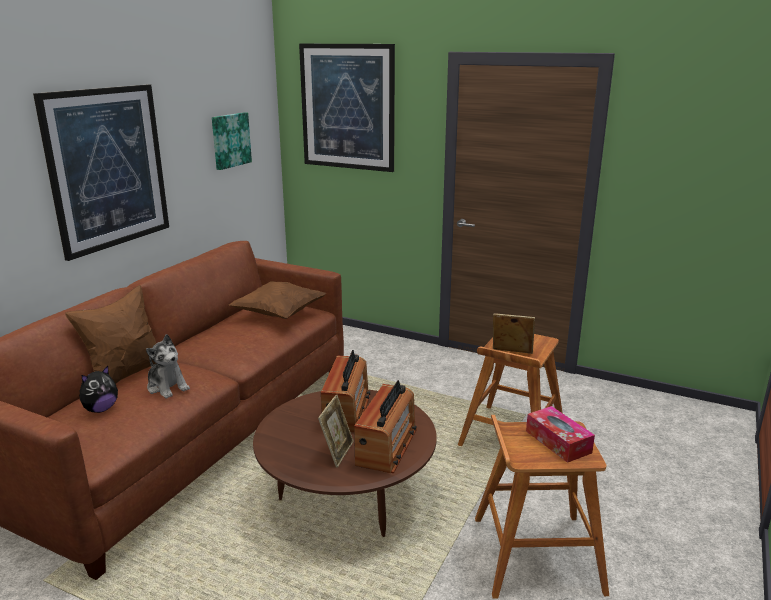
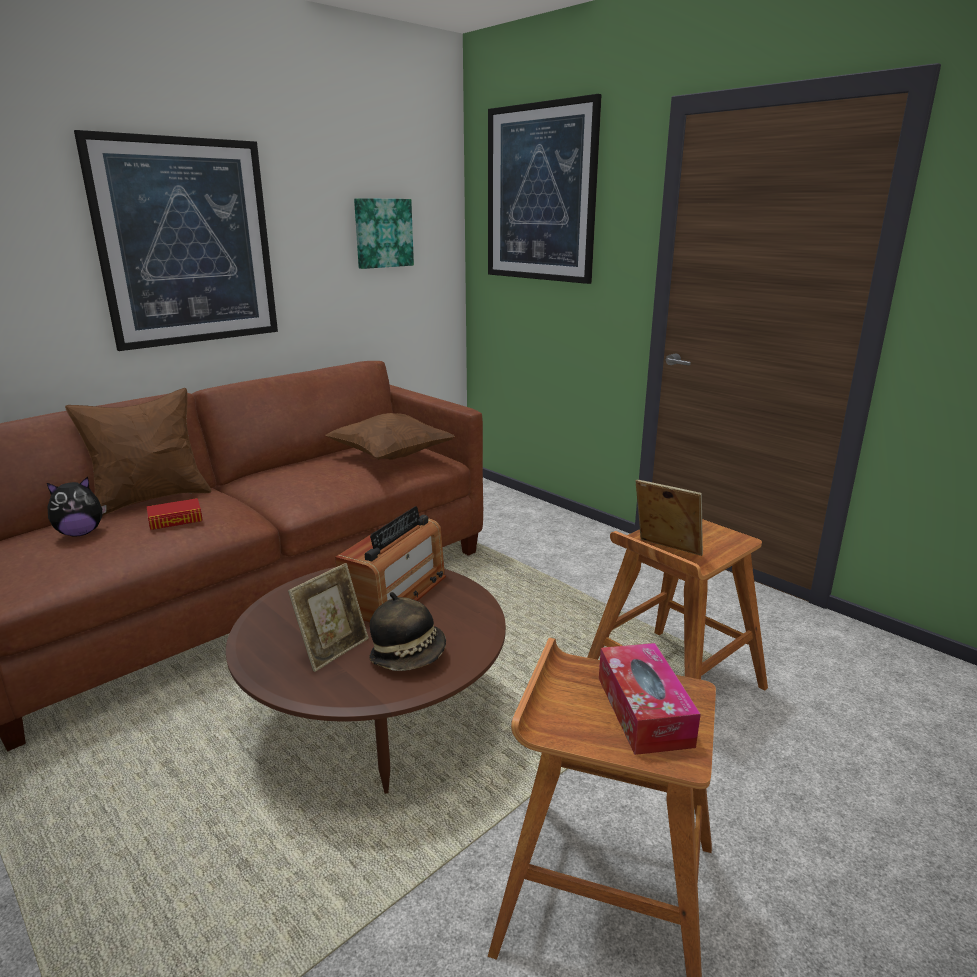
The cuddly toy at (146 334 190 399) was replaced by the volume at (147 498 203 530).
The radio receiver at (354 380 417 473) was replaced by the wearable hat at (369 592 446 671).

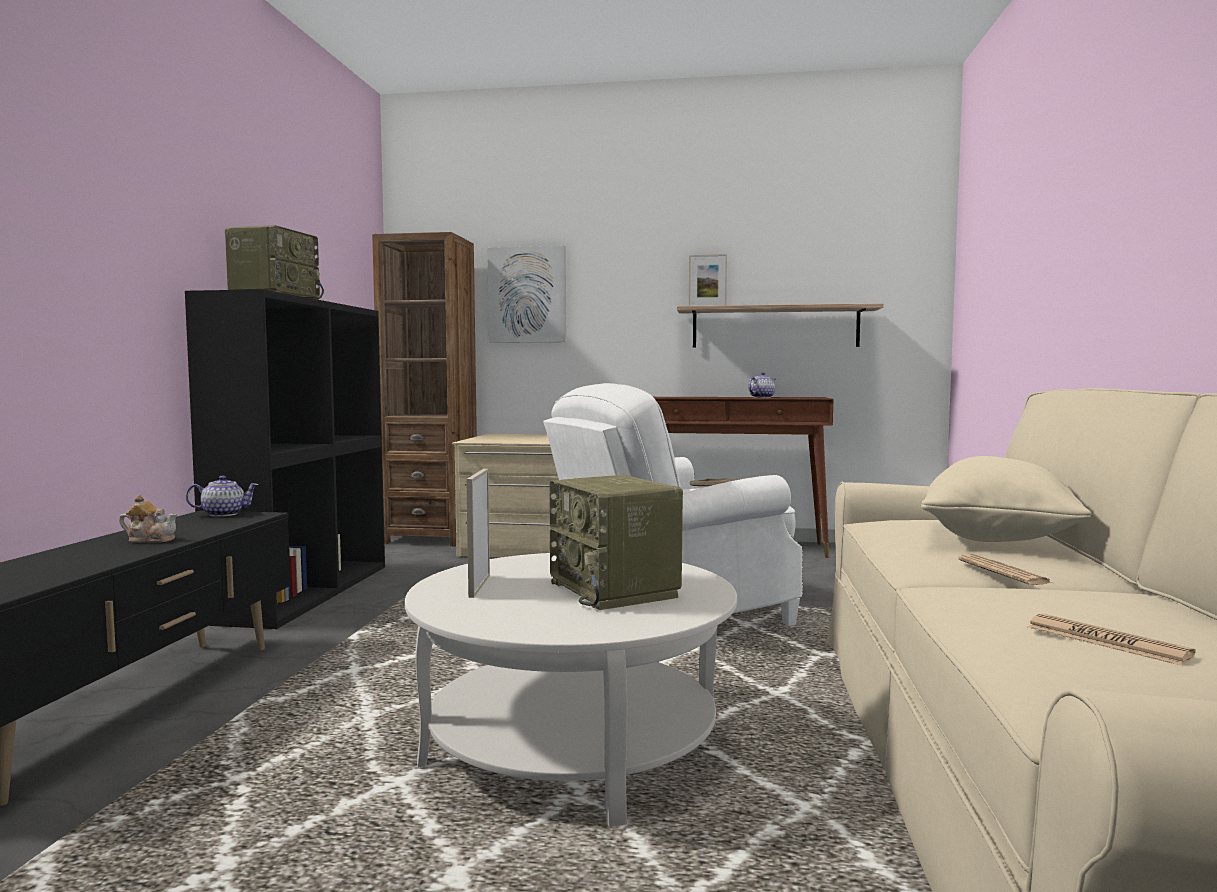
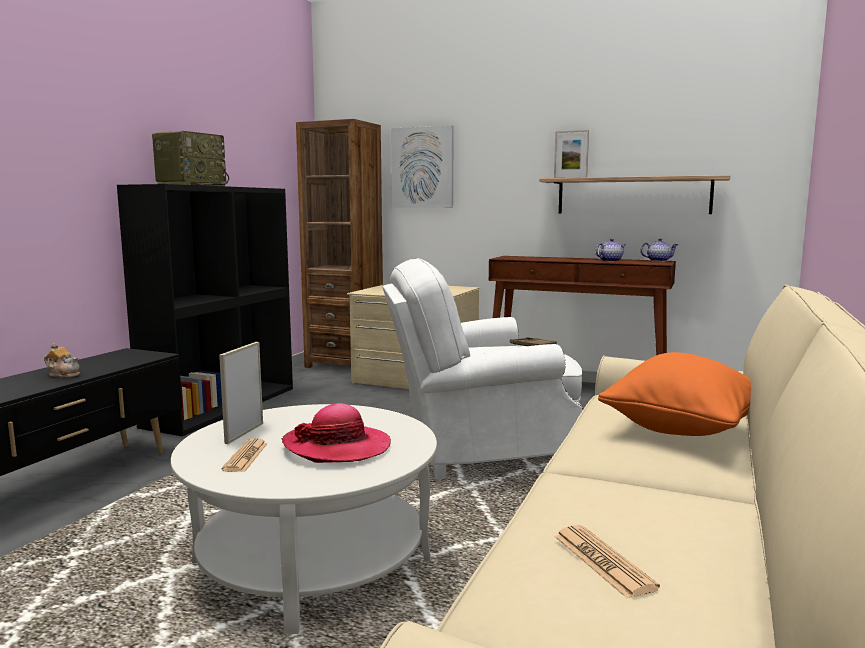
The beige-coloured pillow at (921 456 1091 542) became the orange pillow at (598 352 751 436).
The radio receiver at (549 475 683 610) was replaced by the wearable hat at (281 403 391 463).
The tea pot moved from (186 476 259 517) to (641 238 678 262).
The printed paper moved from (958 554 1052 585) to (222 438 268 472).

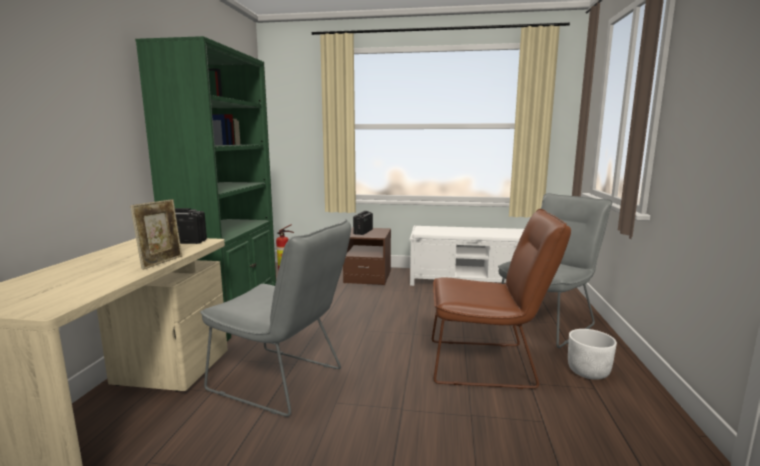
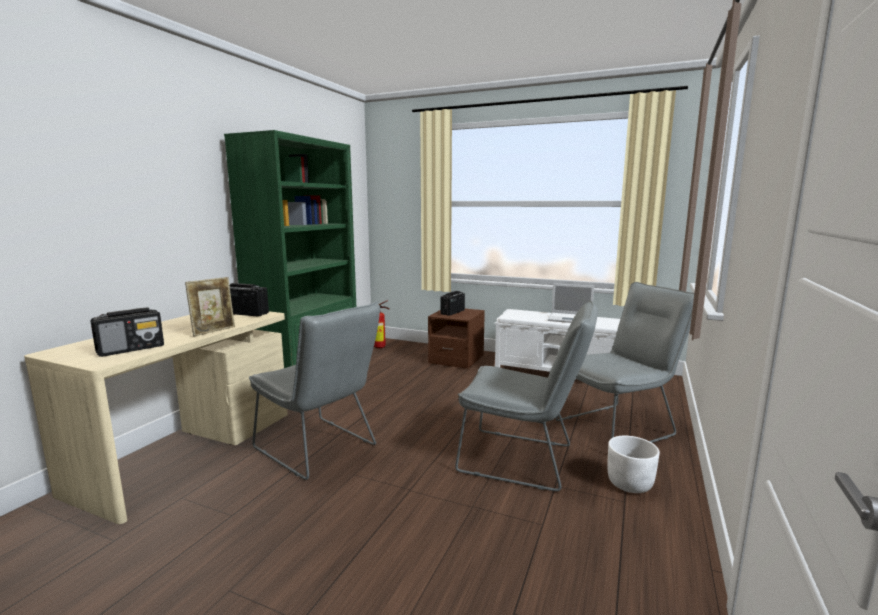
The brown-coloured upright chair at (432 209 571 389) became the greyish upright chair at (455 301 598 491).
The laptop at (548 283 594 323) appeared.
The radio receiver at (91 307 164 357) appeared.

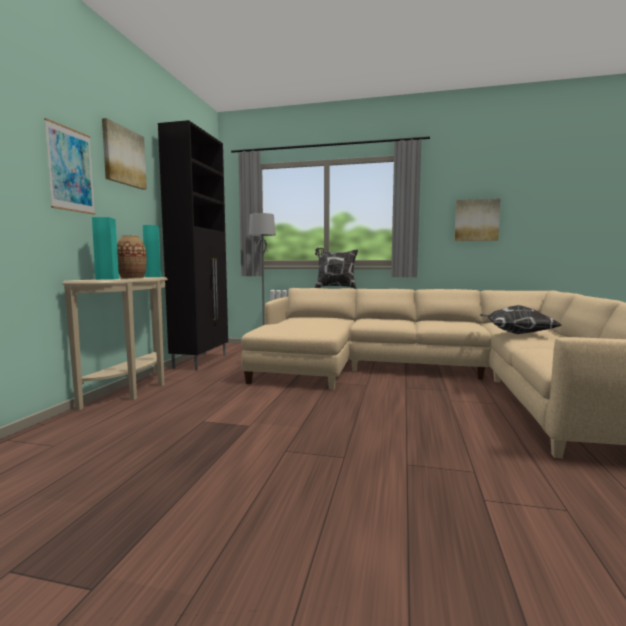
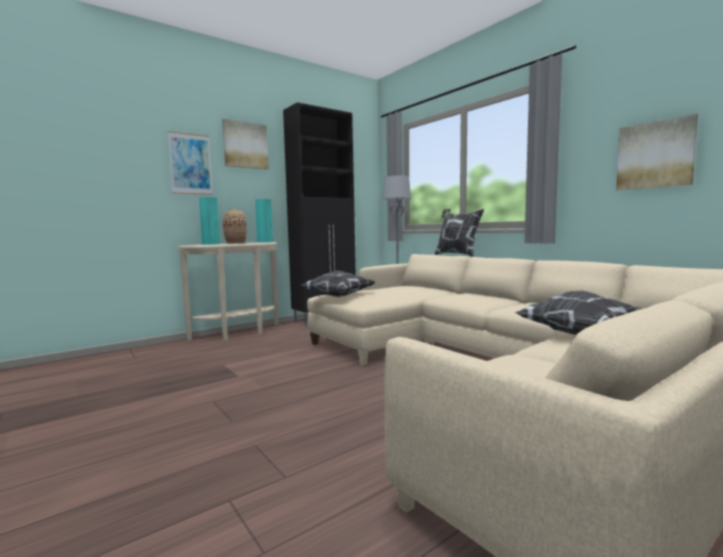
The pillow at (301 270 376 297) appeared.

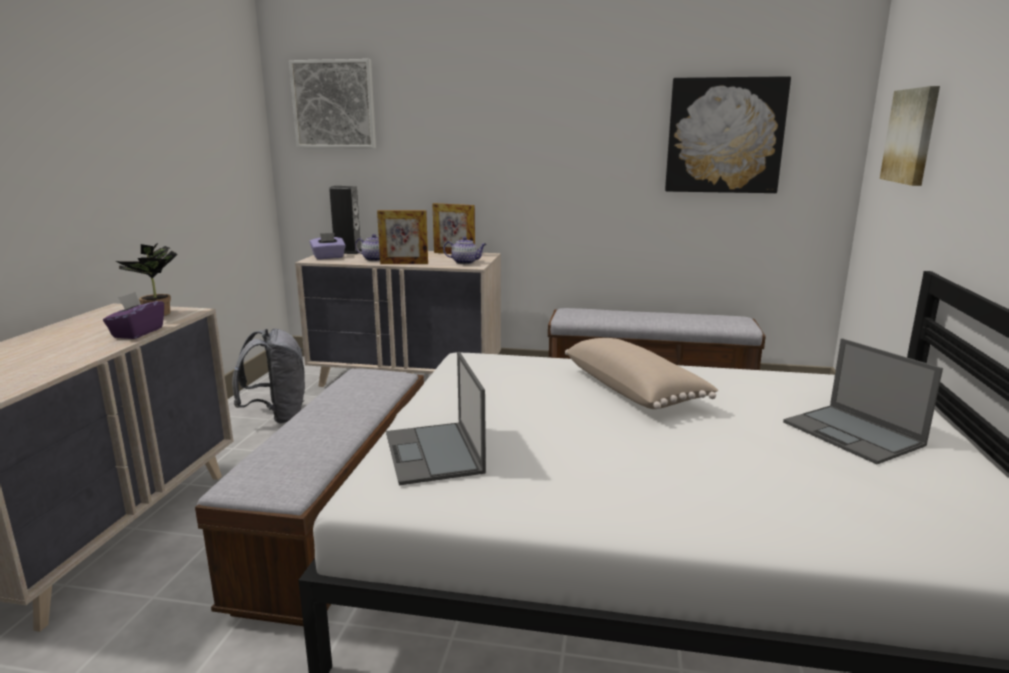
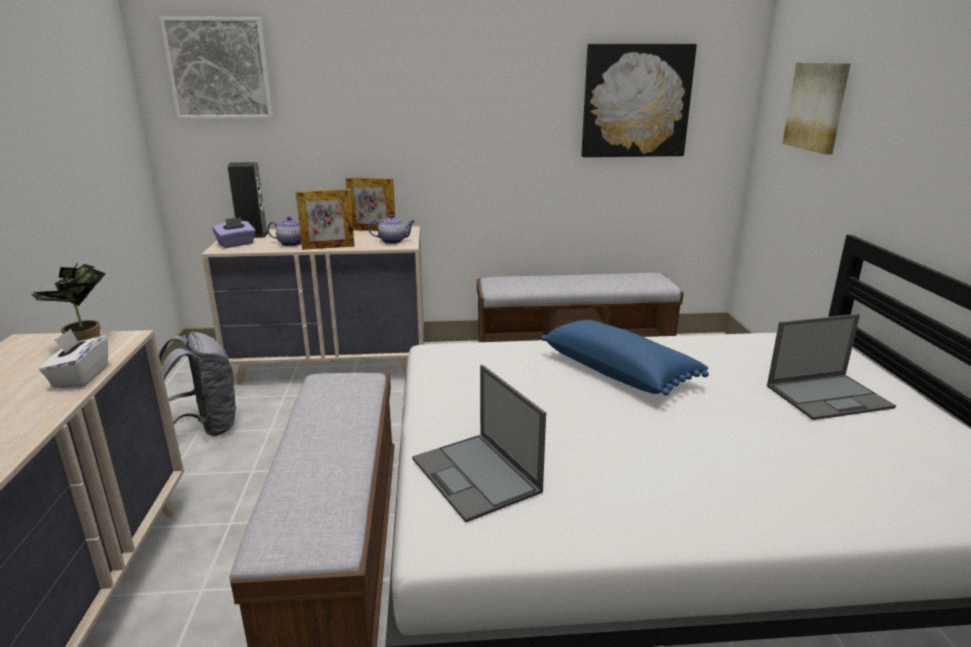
The purple-coloured tissue holder at (103 292 164 339) became the white tissue holder at (39 329 108 388).
The beige-coloured pillow at (565 338 718 409) became the blue-coloured pillow at (541 320 709 396).
The laptop at (783 338 943 464) turned 60 degrees counterclockwise.

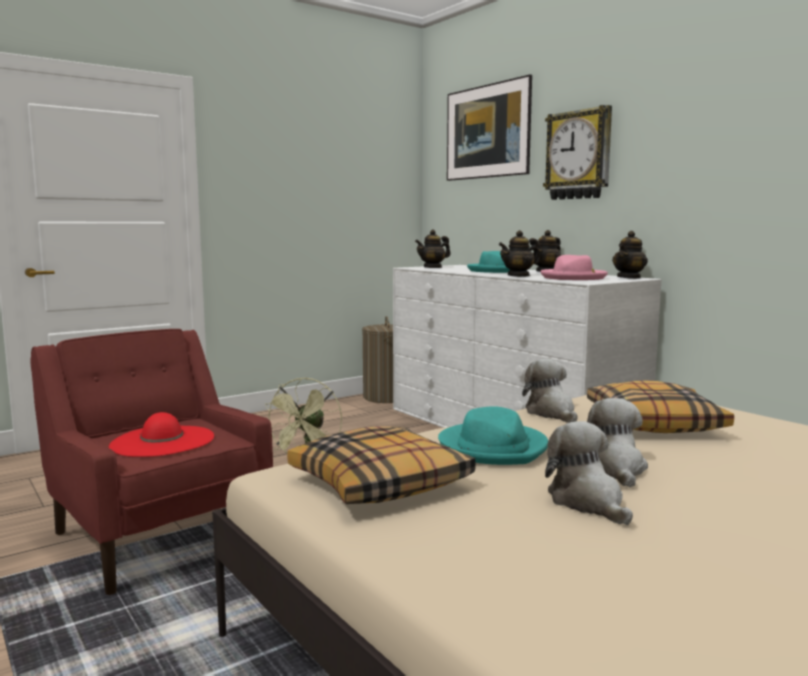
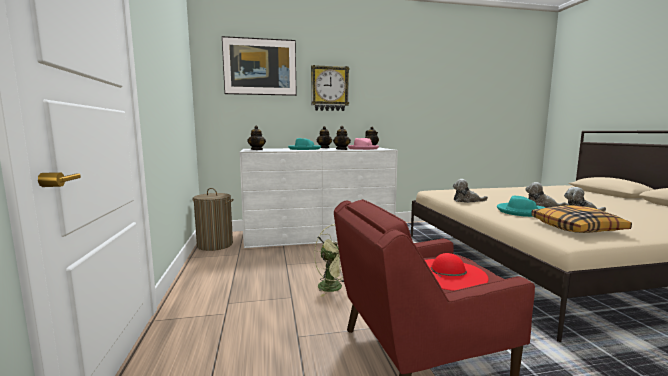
The pillow at (587 381 734 433) disappeared.

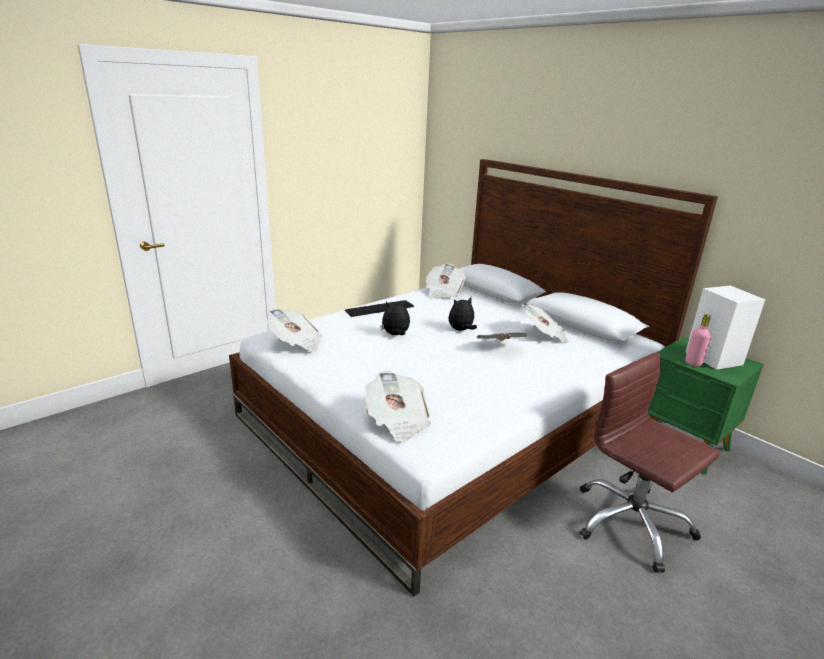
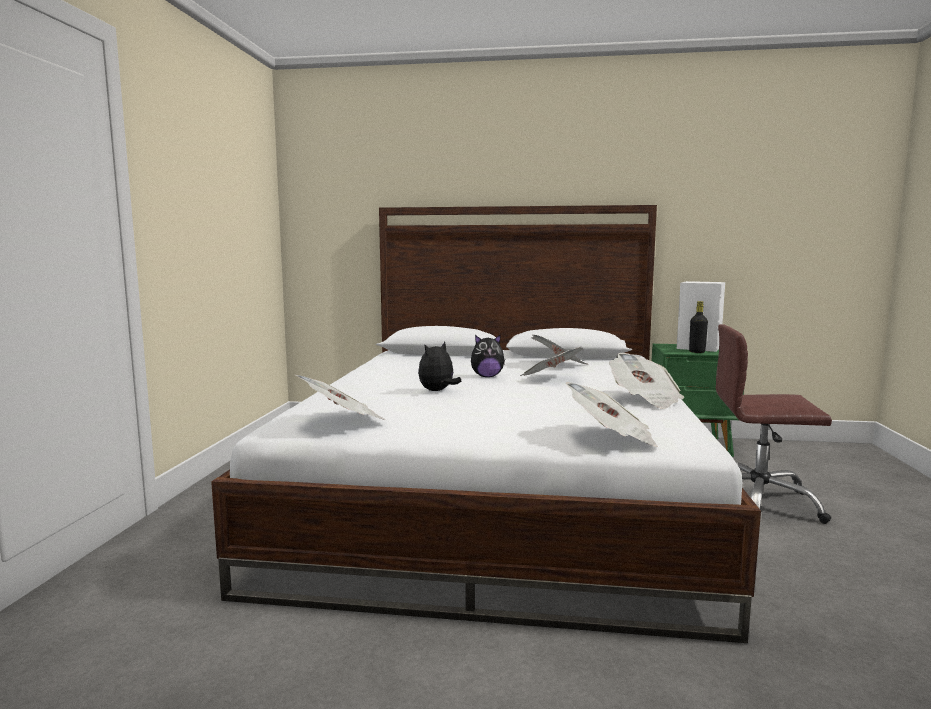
The printed paper moved from (425 264 466 299) to (609 353 684 409).
The cuddly toy at (449 297 477 331) turned 120 degrees counterclockwise.
The keyboard at (345 300 414 317) disappeared.
The pink bottle at (685 314 711 367) became the black-coloured bottle at (689 301 708 353).

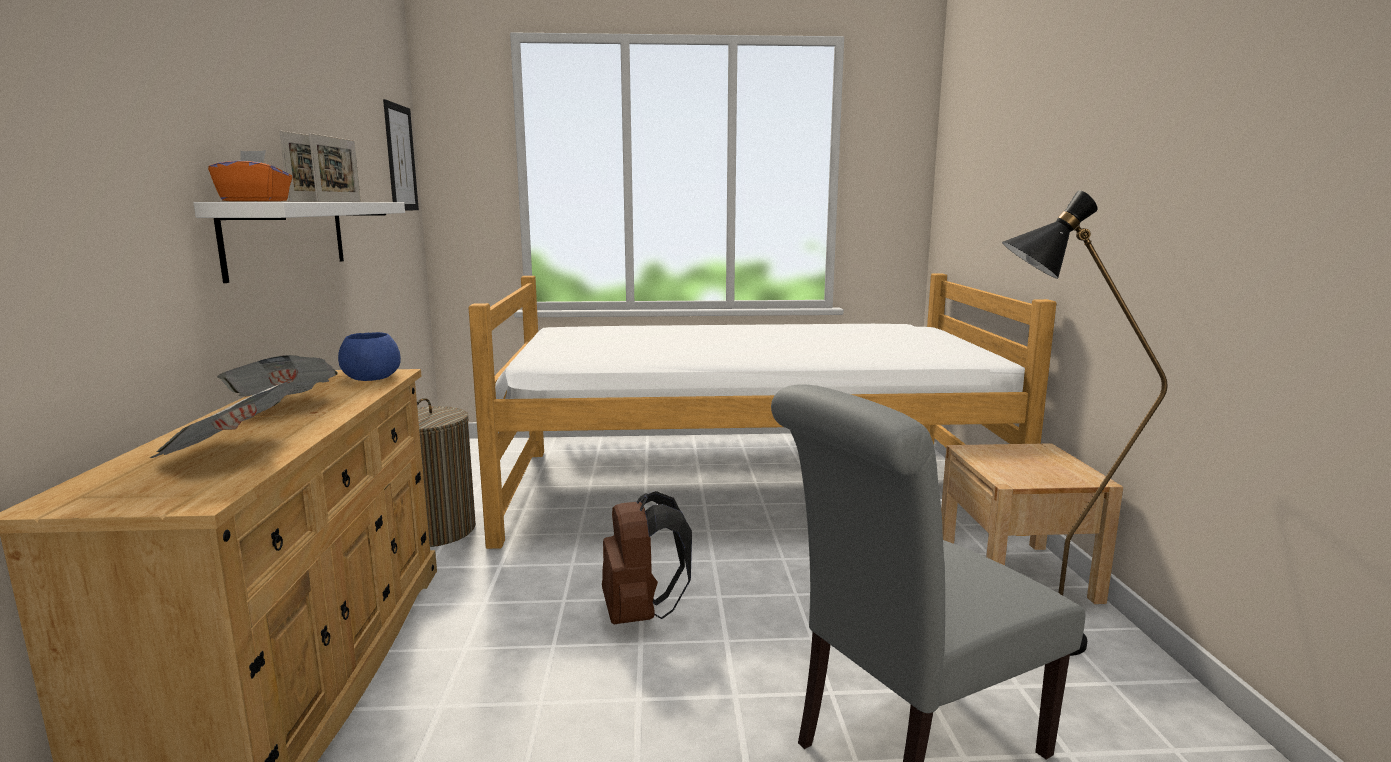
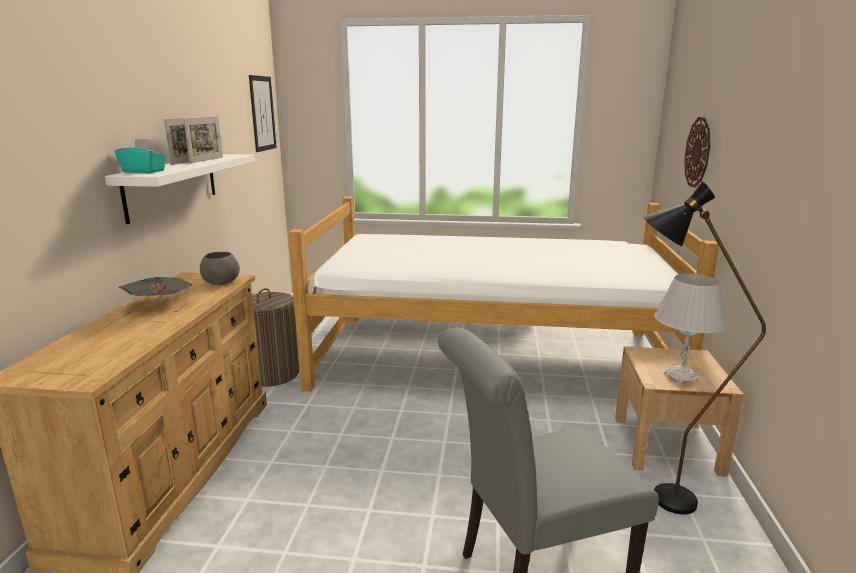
The orange tissue holder at (208 150 292 201) became the turquoise tissue holder at (115 139 167 173).
The blue-coloured bowl at (338 332 401 381) became the greyish bowl at (200 252 240 285).
The printed paper at (150 382 297 458) disappeared.
The brown-coloured rucksack at (602 491 692 624) disappeared.
The hanging clock at (684 117 710 188) appeared.
The white lamp for a table at (654 274 728 385) appeared.

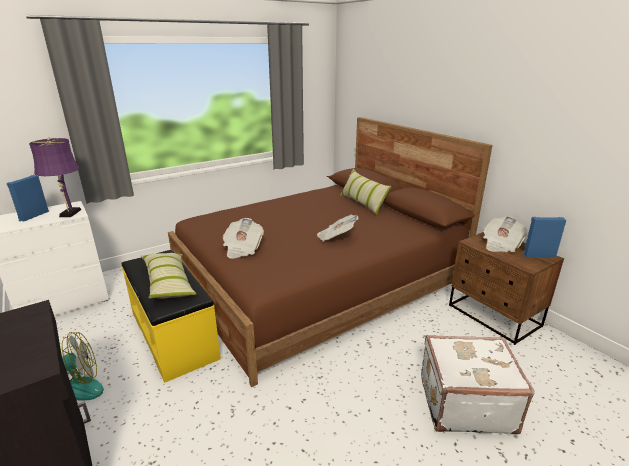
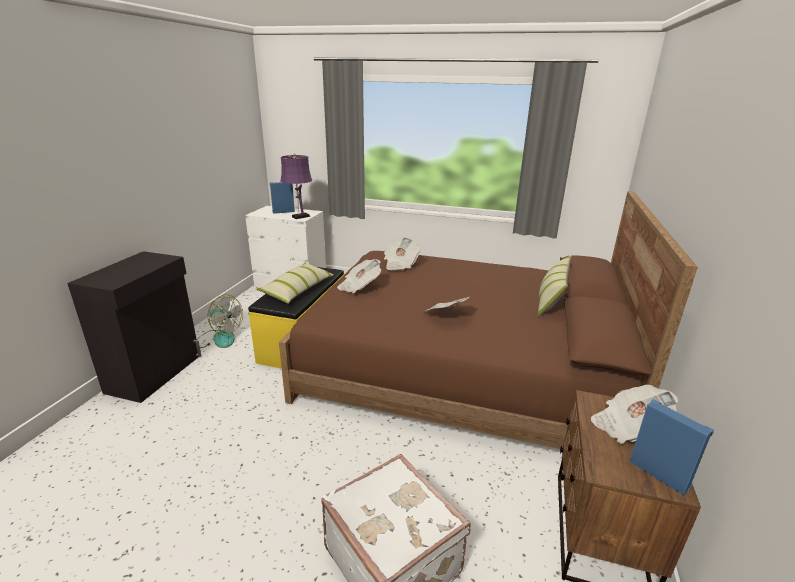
The printed paper at (384 237 421 270) appeared.

